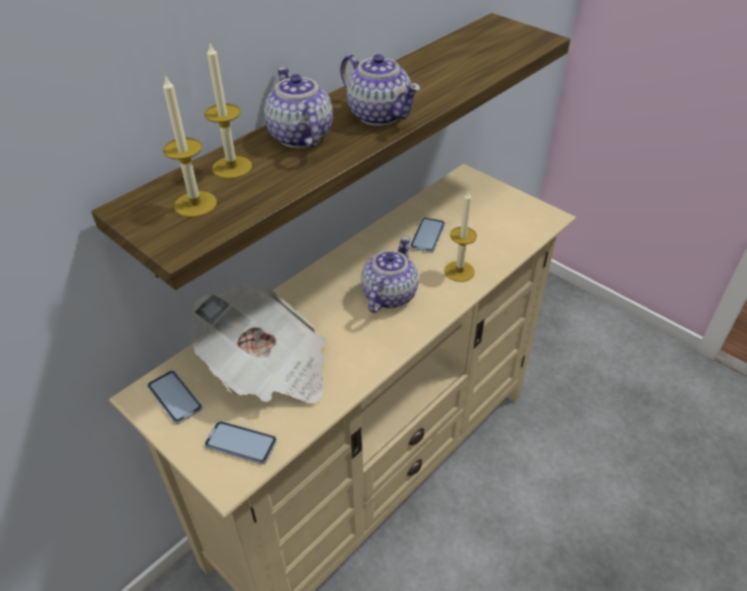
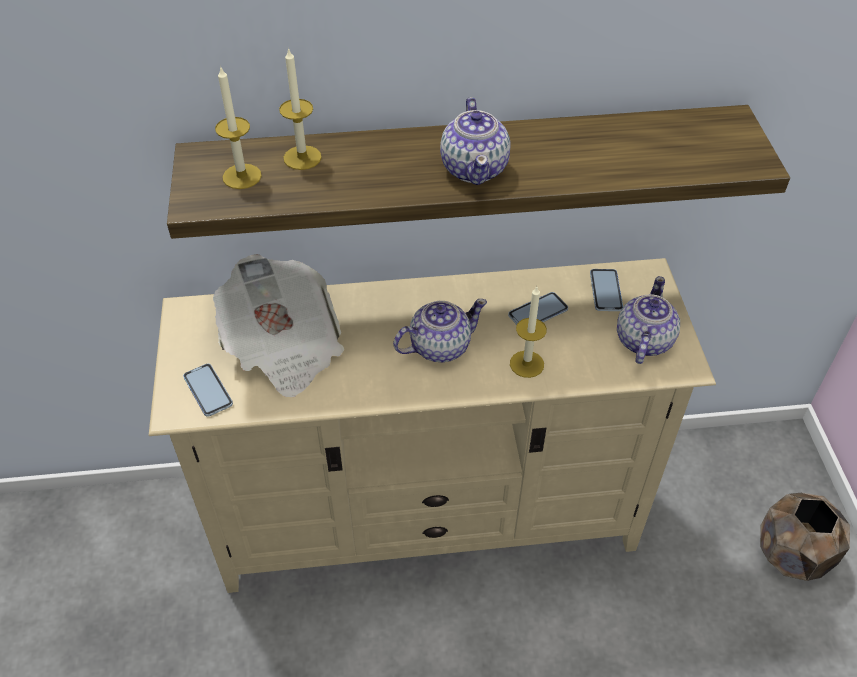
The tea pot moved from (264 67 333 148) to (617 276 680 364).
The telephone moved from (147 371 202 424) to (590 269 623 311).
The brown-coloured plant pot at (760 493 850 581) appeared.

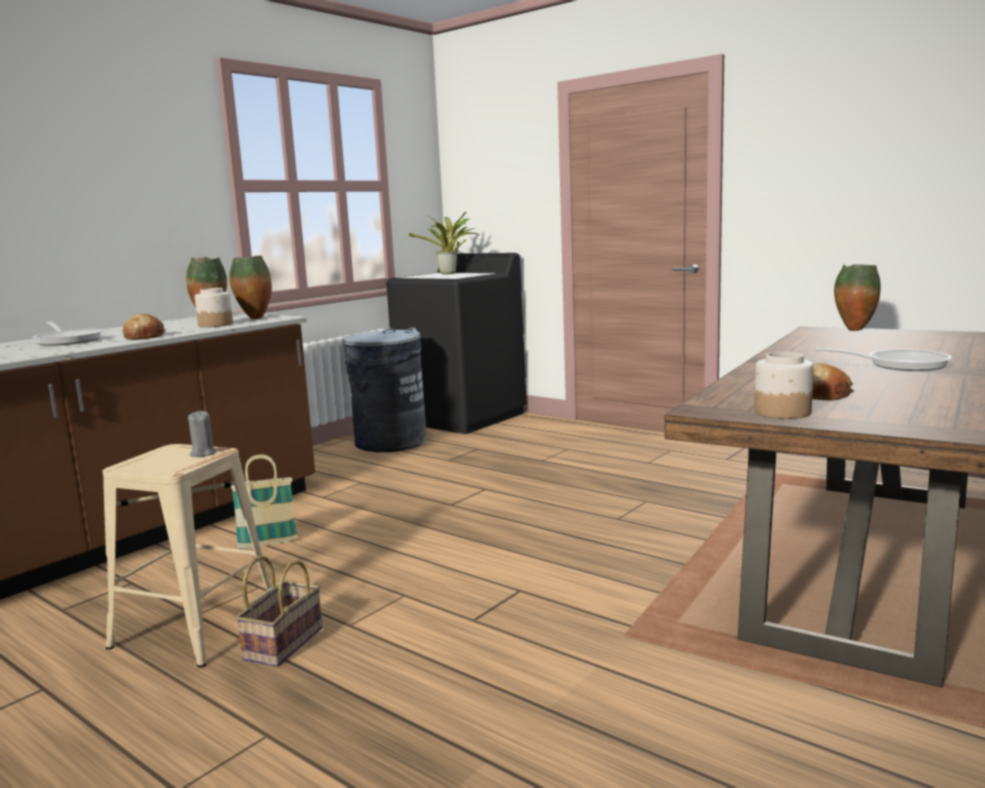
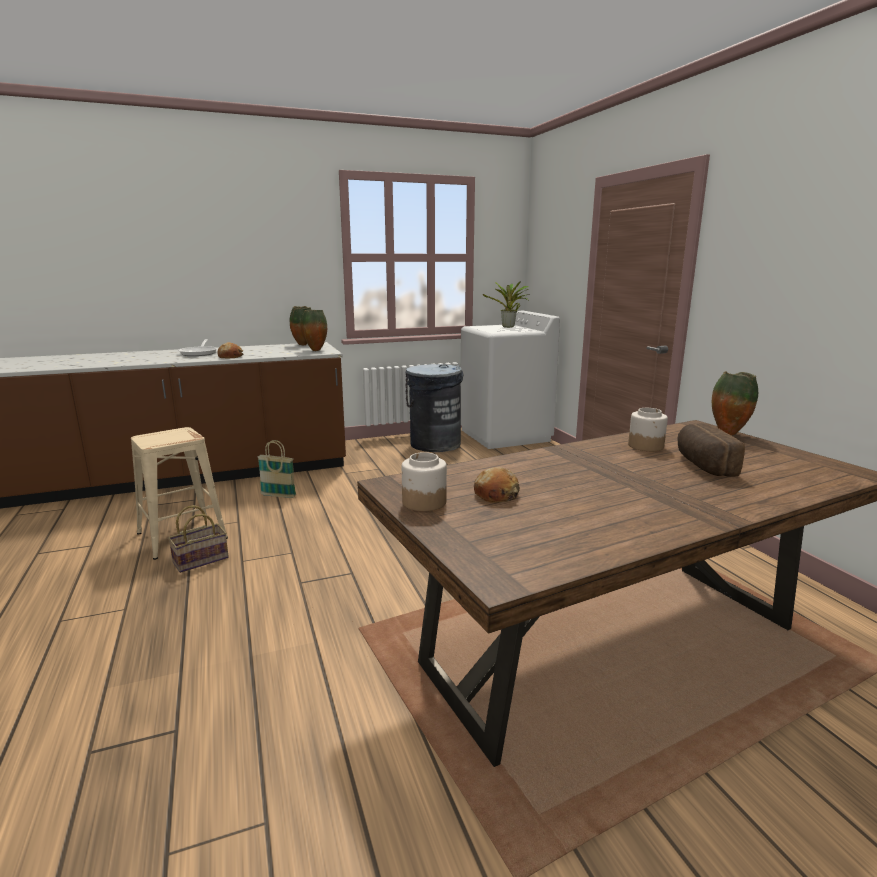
The black-coloured washing machine at (386 253 527 434) became the white washing machine at (461 311 560 449).
The preserve jar moved from (195 288 233 327) to (628 408 668 451).
The skillet at (815 348 952 371) disappeared.
The greyish wax candle at (188 411 216 457) disappeared.
The bakery bread at (678 423 745 477) appeared.

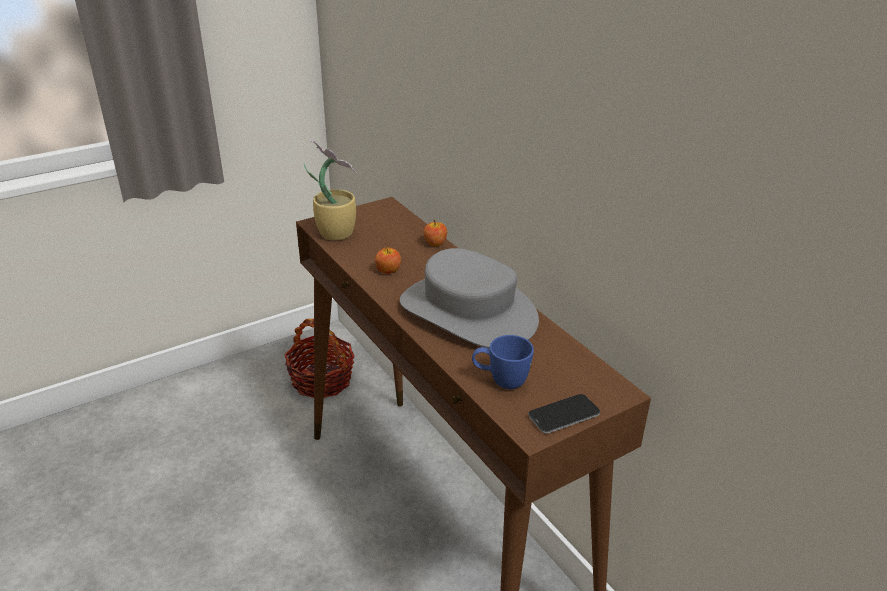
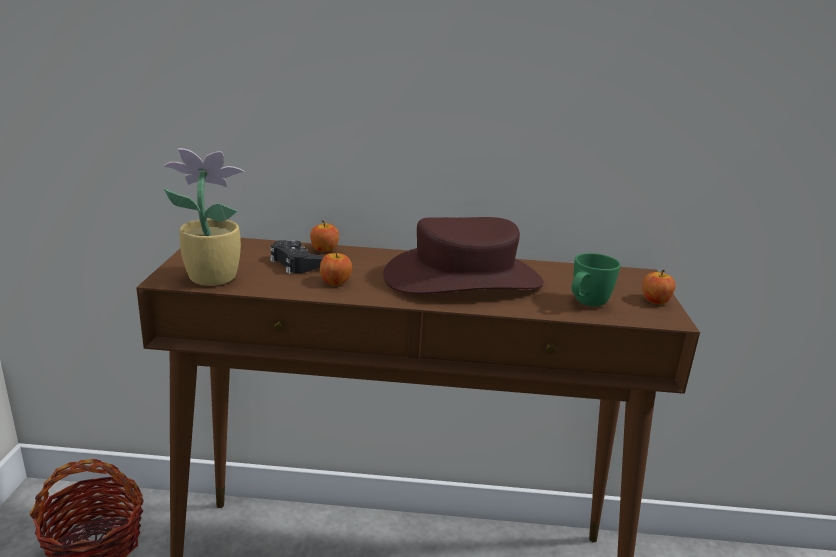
The greyish wearable hat at (400 248 539 348) became the brown-coloured wearable hat at (383 217 544 294).
The blue-coloured coffee mug at (472 335 534 389) became the green-coloured coffee mug at (571 253 621 307).
The telephone at (528 394 600 434) was replaced by the apple at (642 270 676 305).
The black-coloured game controller at (270 240 324 274) appeared.

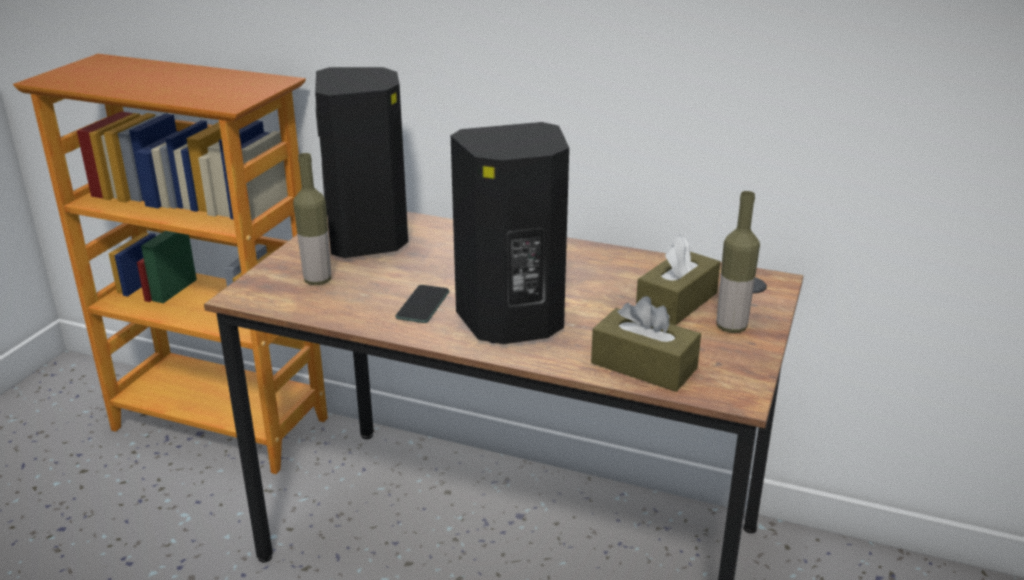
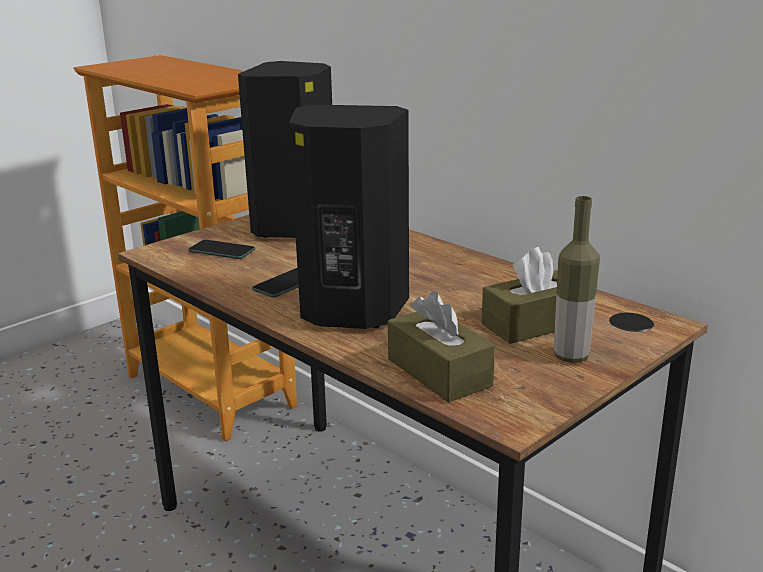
The bottle at (293 153 331 285) was replaced by the telephone at (188 240 255 259).

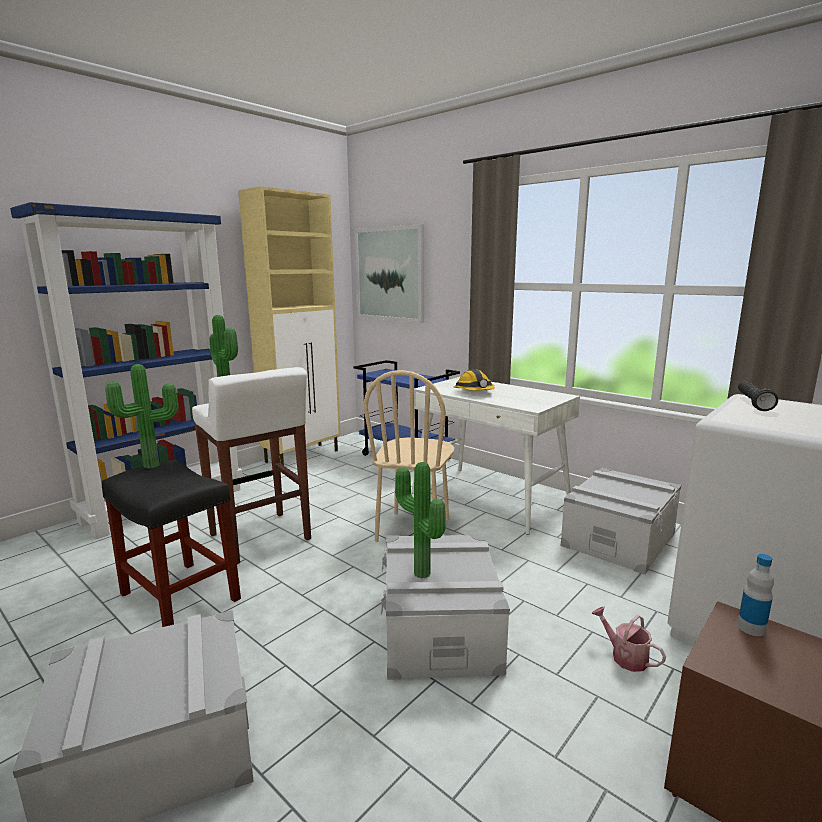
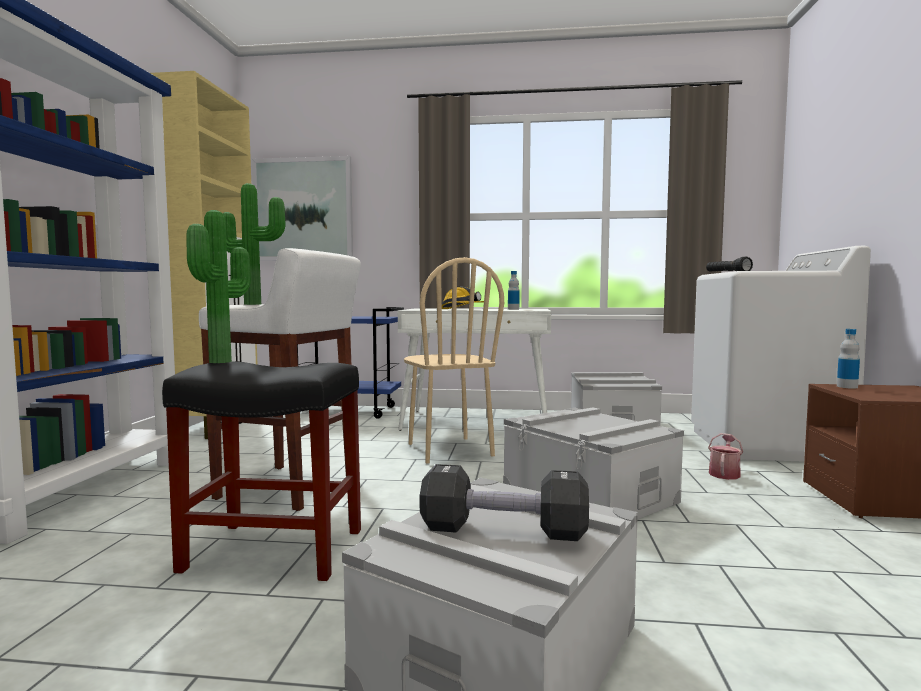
The houseplant at (395 462 446 579) disappeared.
The watering can at (591 607 666 672) turned 105 degrees clockwise.
The bottle at (508 271 520 310) appeared.
The black-coloured free weight at (420 464 589 541) appeared.

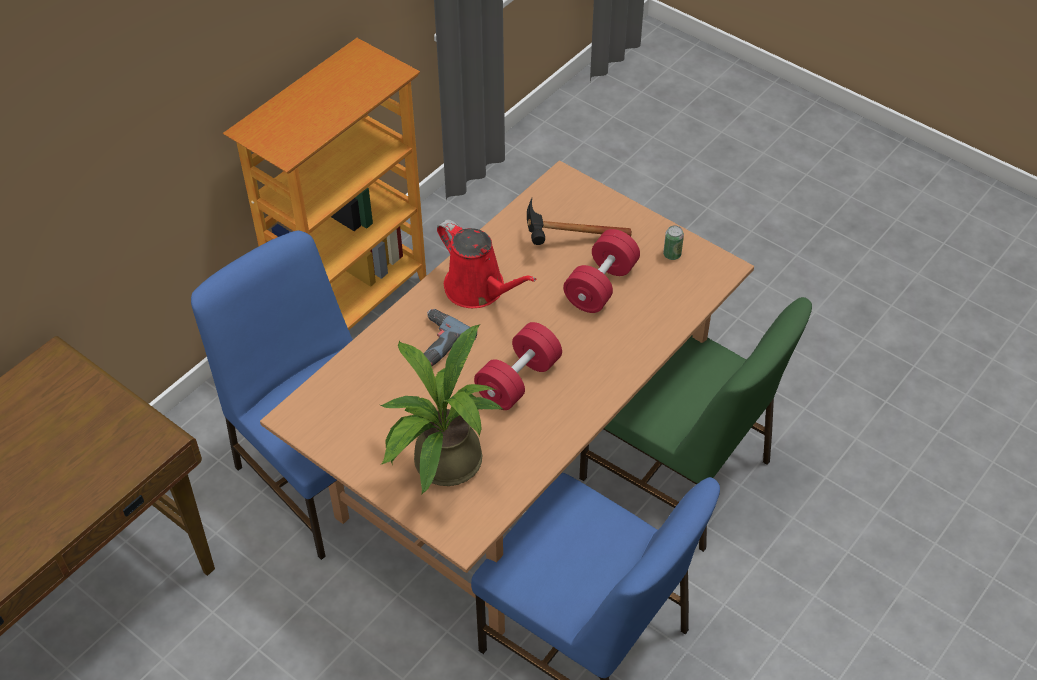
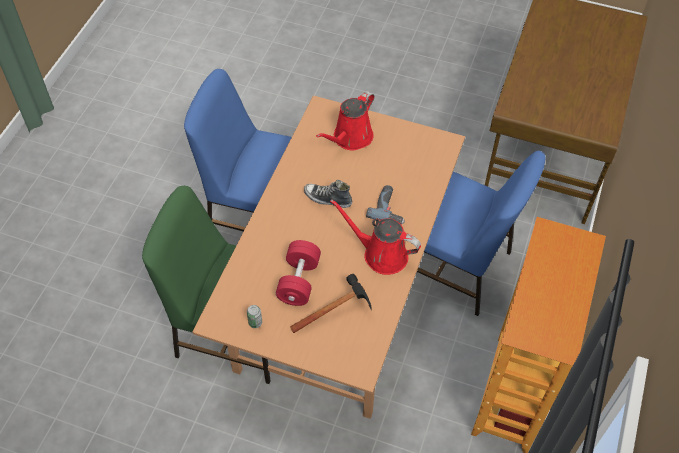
The reddish free weight at (474 322 562 410) was replaced by the shoe at (304 180 352 208).
The houseplant at (380 324 503 494) was replaced by the reddish watering can at (316 91 374 151).

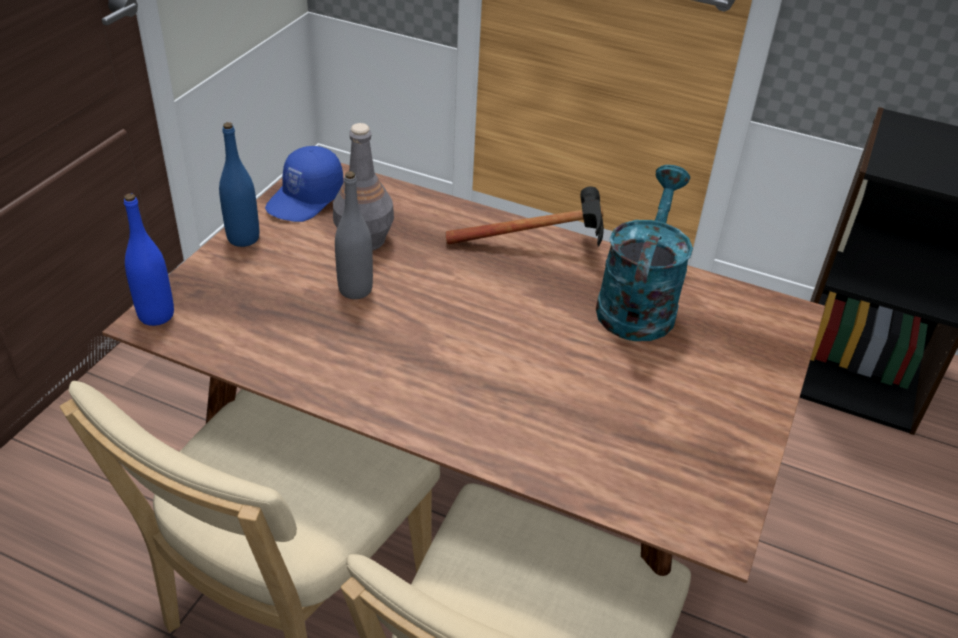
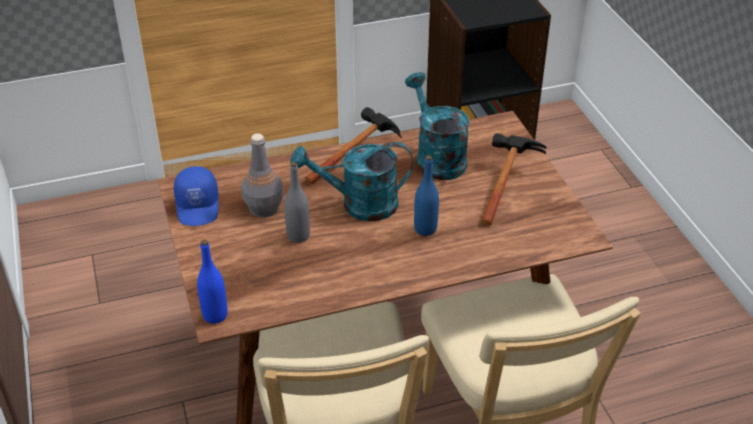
The blue-coloured bottle moved from (219 122 259 247) to (414 155 439 236).
The tool hammer at (481 133 546 225) appeared.
The turquoise watering can at (290 142 413 221) appeared.

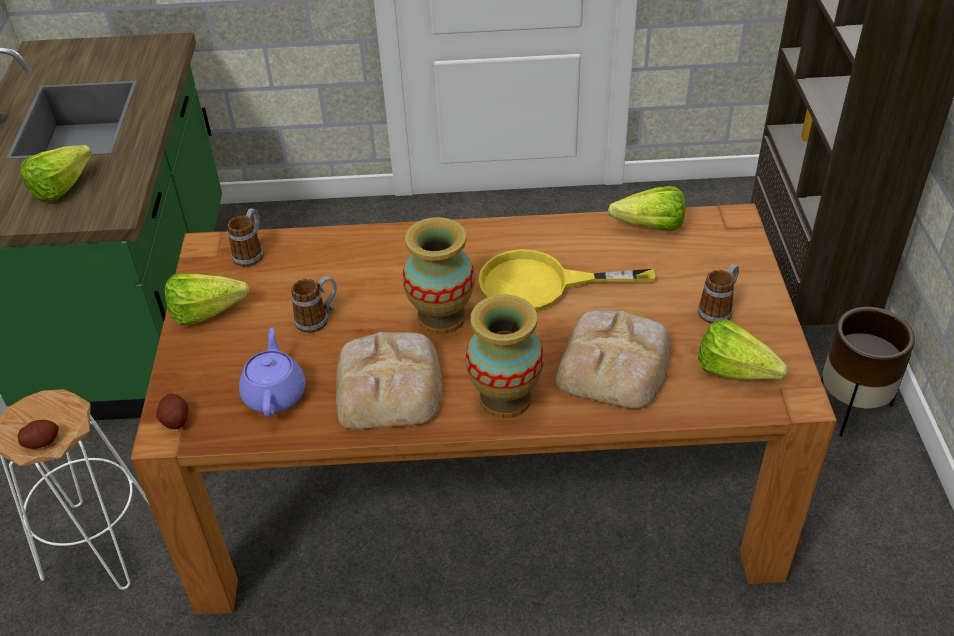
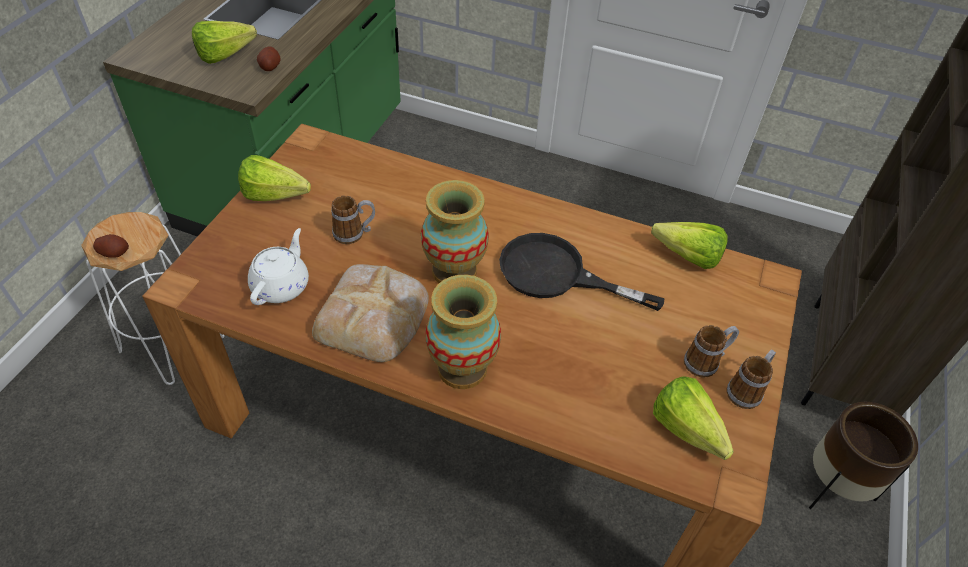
The coffee mug moved from (228 208 264 267) to (726 349 776 409).
The yellow skillet at (478 249 655 312) became the black-coloured skillet at (499 233 664 311).
The bakery bread at (556 310 672 409) disappeared.
The purple-coloured tea pot at (239 328 306 417) became the white tea pot at (248 228 309 305).
The whole potato moved from (156 393 189 429) to (257 46 281 71).

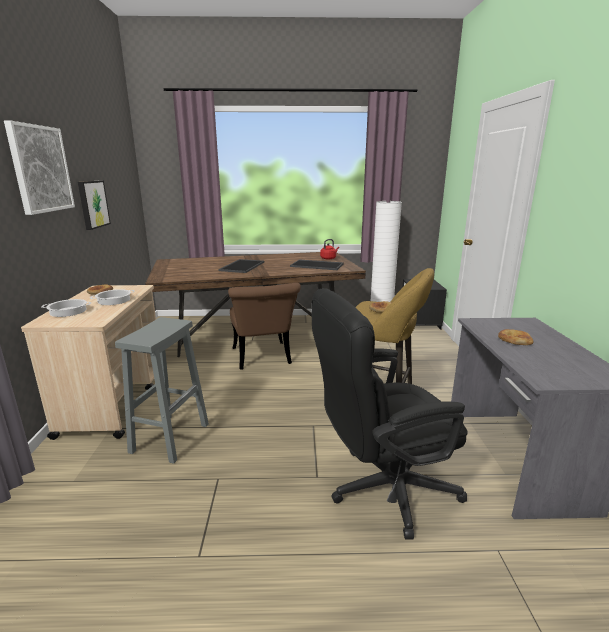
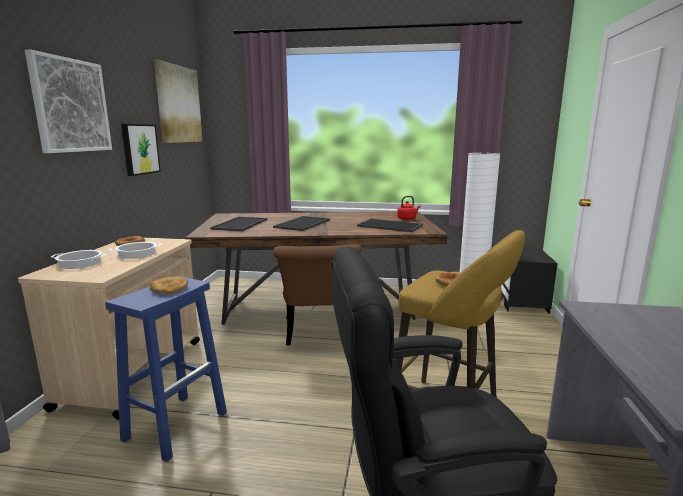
The greyish stool at (115 317 209 464) became the blue-coloured stool at (105 276 227 462).
The bakery bread moved from (498 329 533 345) to (150 277 188 294).
The wall picture at (154 60 203 143) appeared.
The serving tray at (210 217 267 231) appeared.

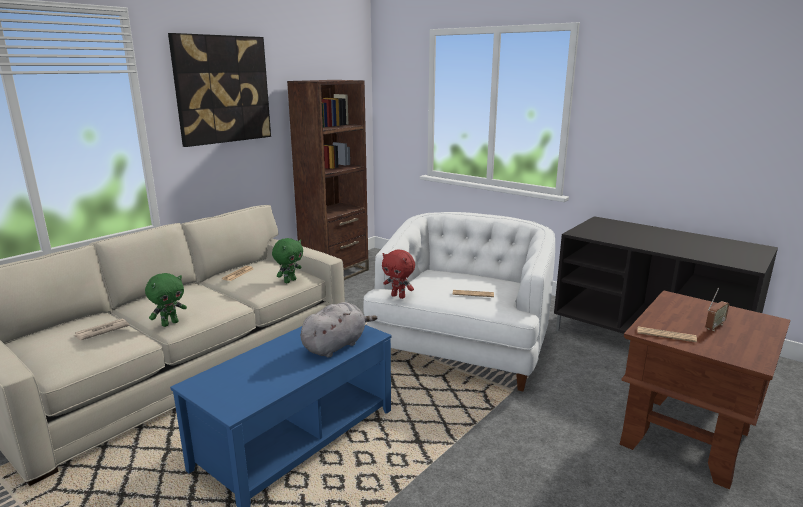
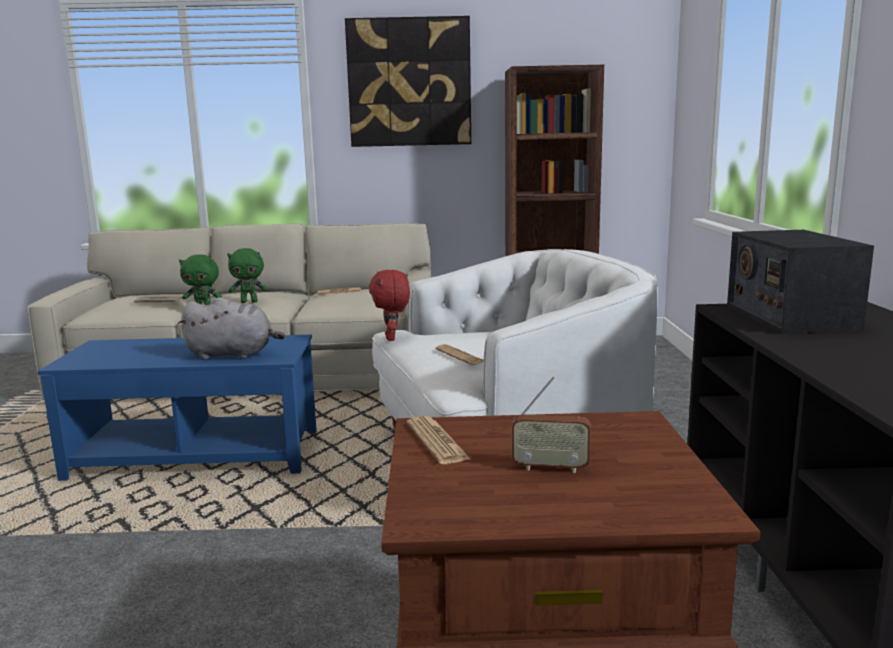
The green-coloured cuddly toy moved from (272 238 303 283) to (227 248 268 303).
The radio receiver at (727 230 874 334) appeared.

